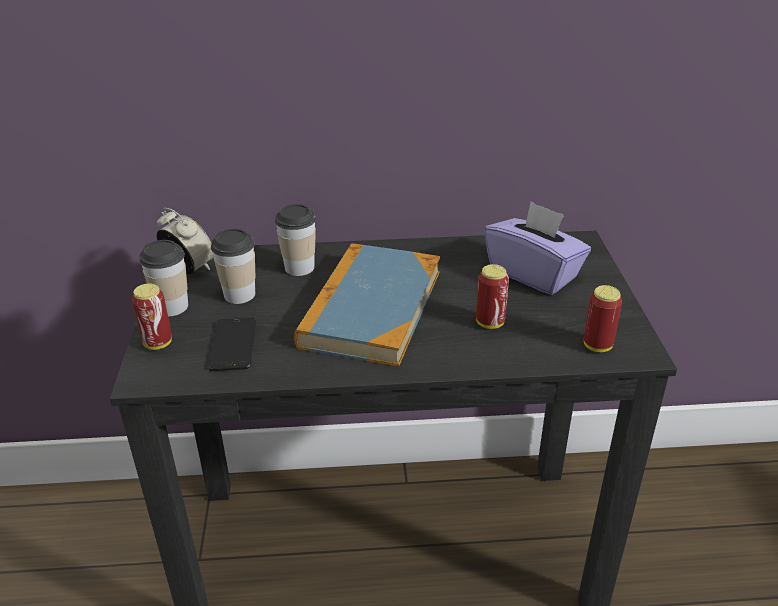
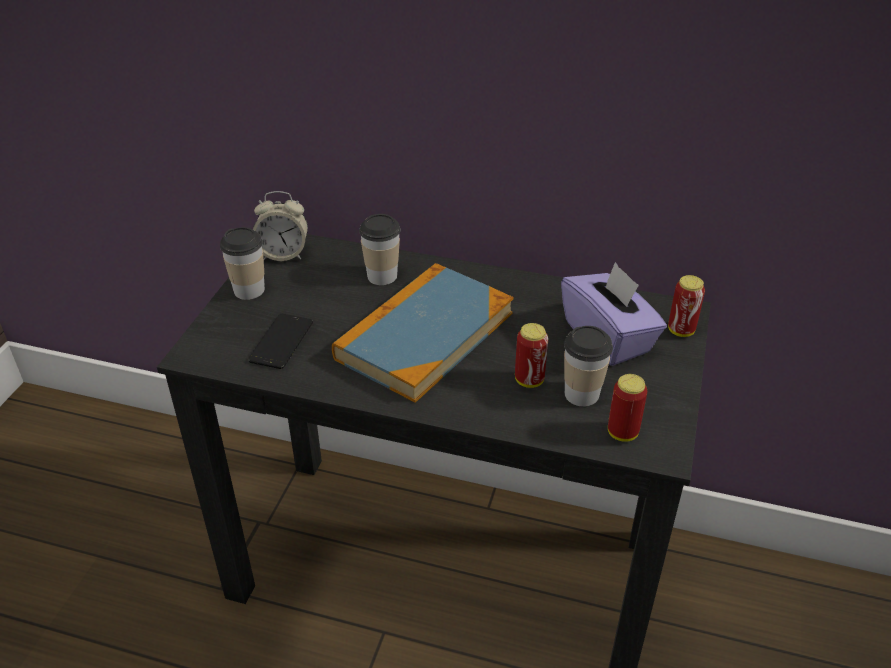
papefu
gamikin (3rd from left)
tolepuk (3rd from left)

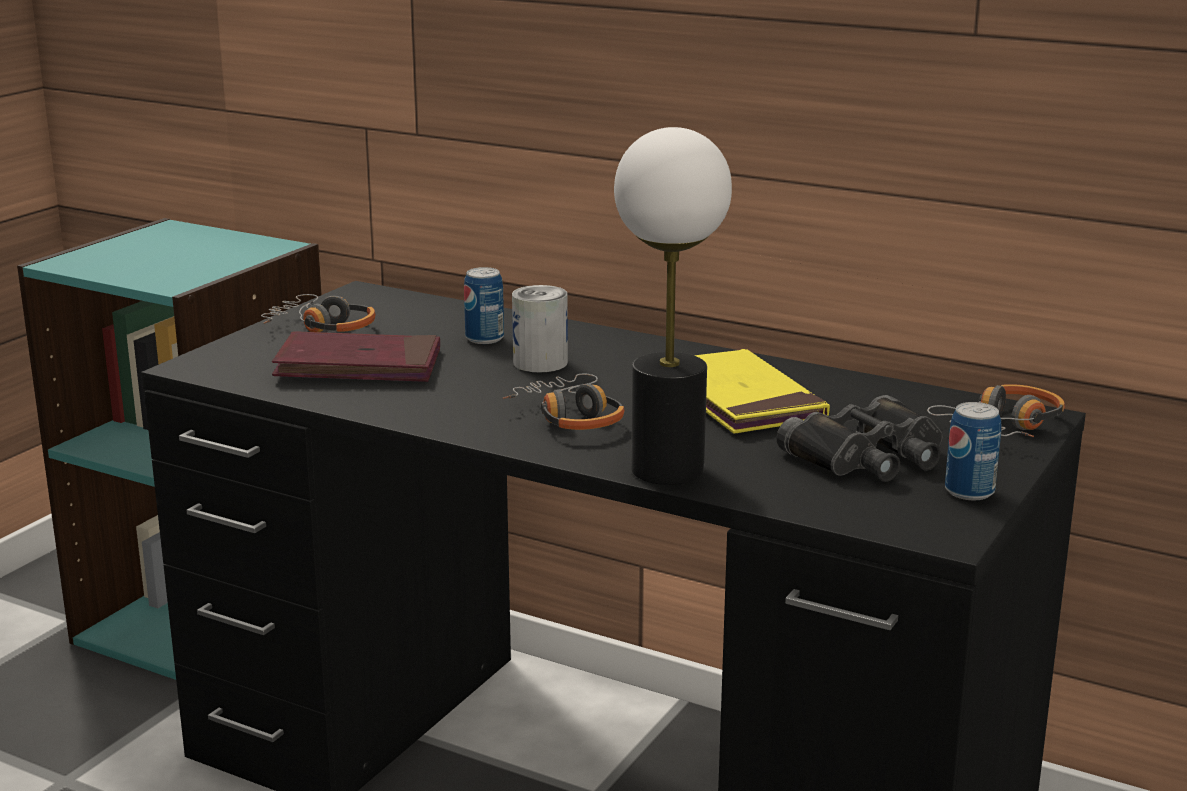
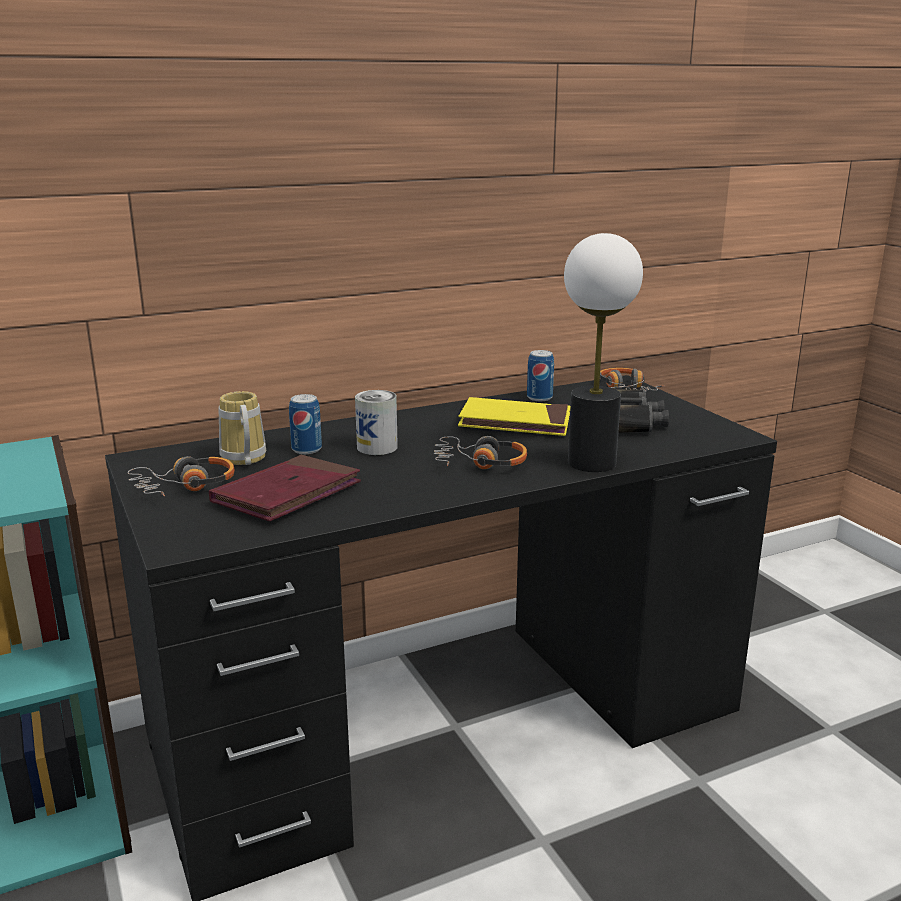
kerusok
tolepuk (3rd from left)

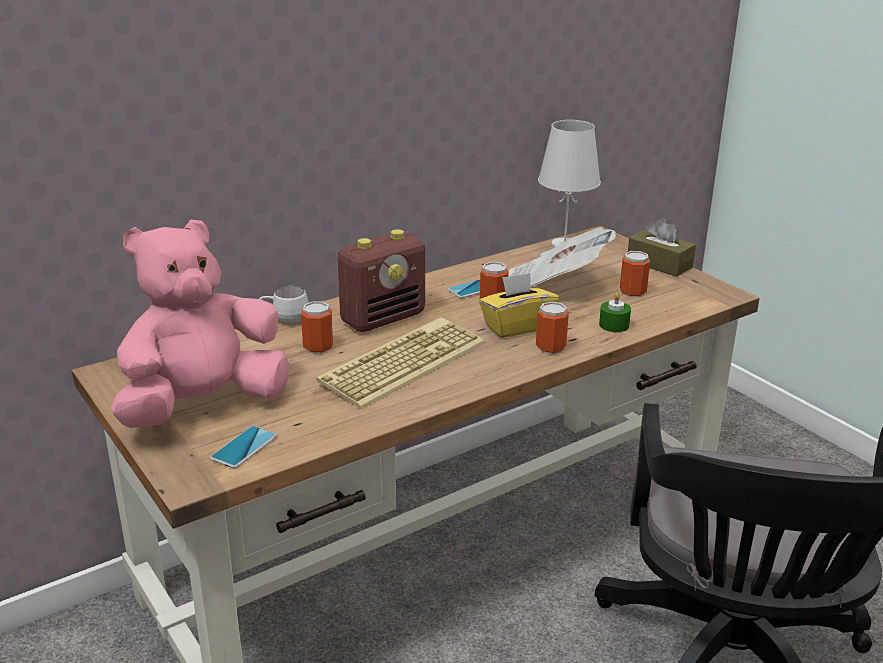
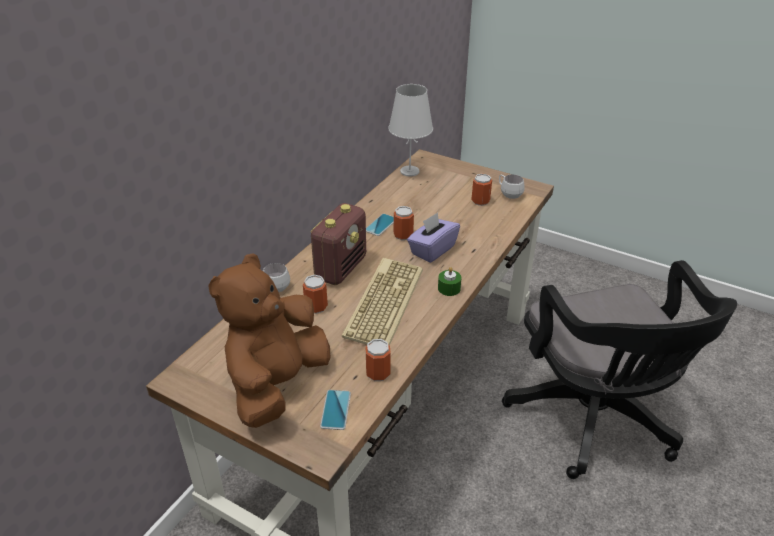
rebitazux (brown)
tolepuk (2nd from left)
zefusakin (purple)
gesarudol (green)
kerusok (white) (2nd from left)
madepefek
zefusakin (brown)

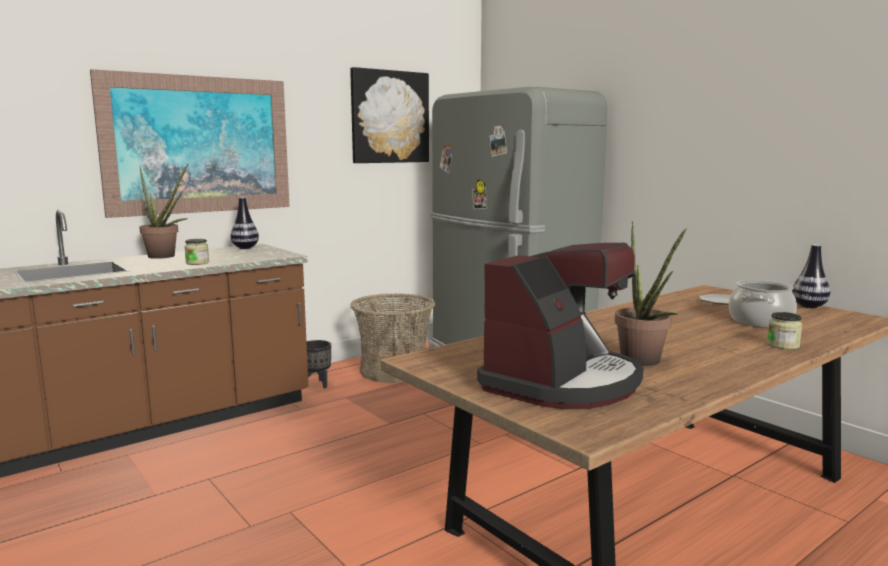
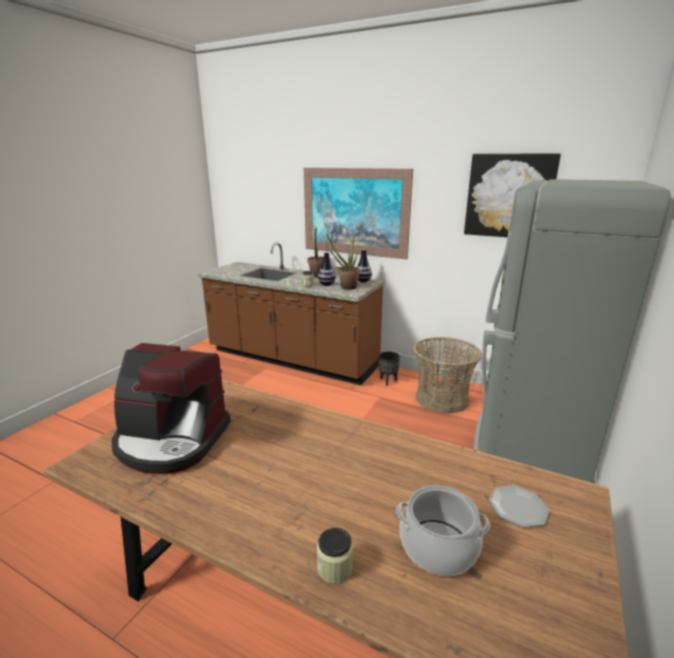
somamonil (1st from left)
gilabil (2nd from left)

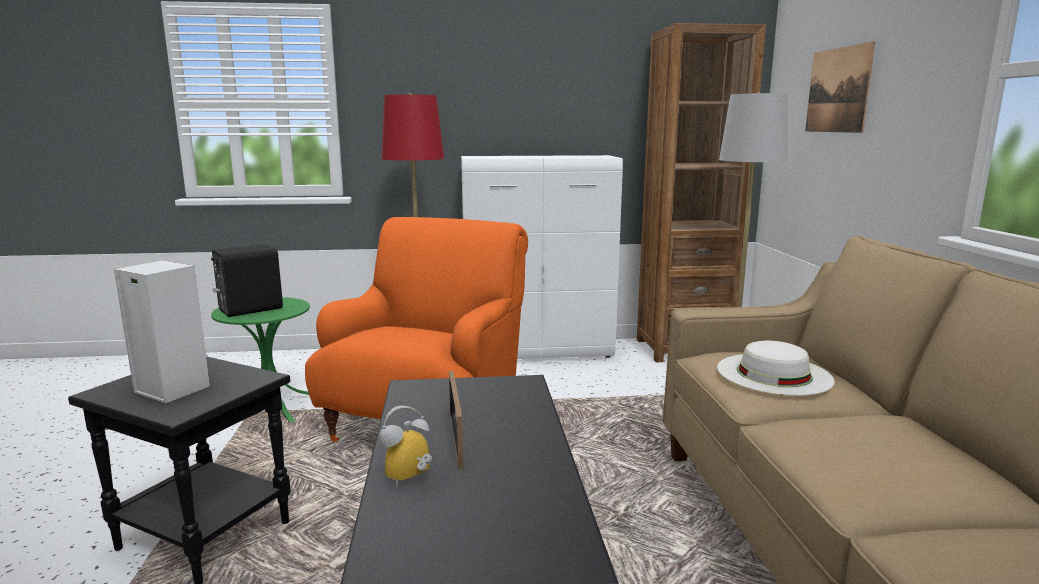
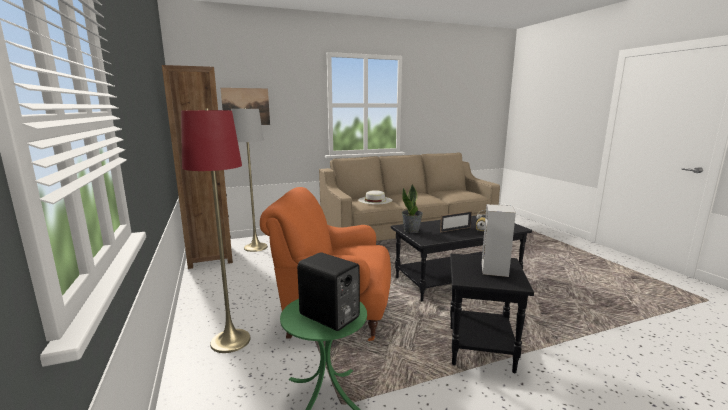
gilabil
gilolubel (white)

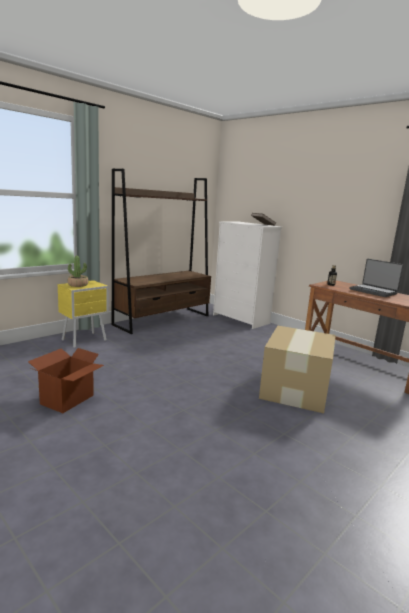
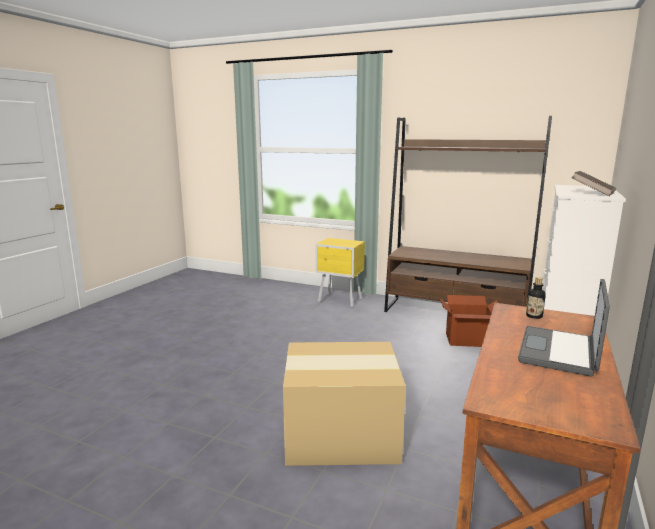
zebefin (2nd from left)
gilabil

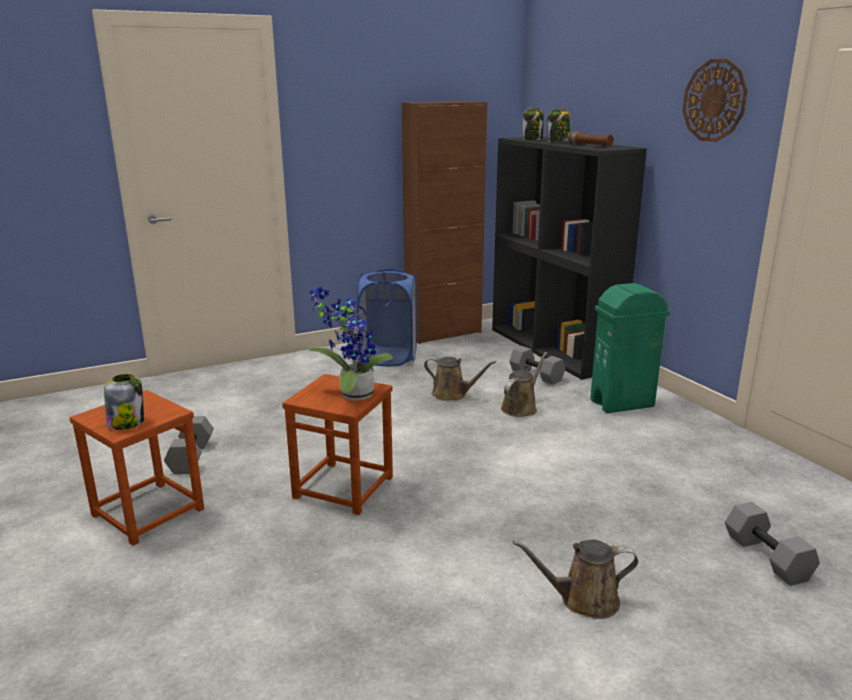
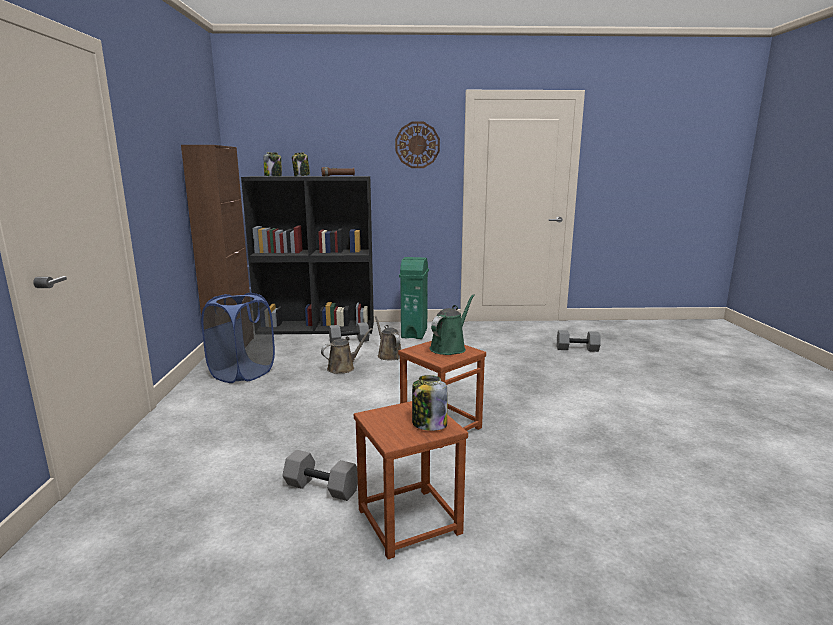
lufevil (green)
lufevil (brown) (3rd from left in the first image)

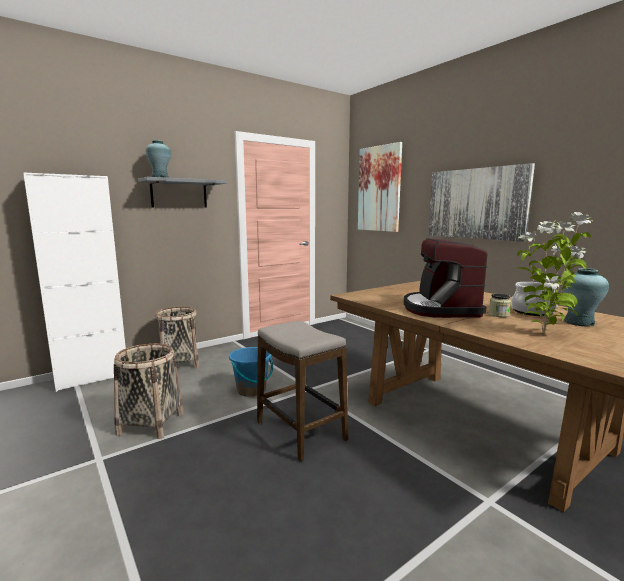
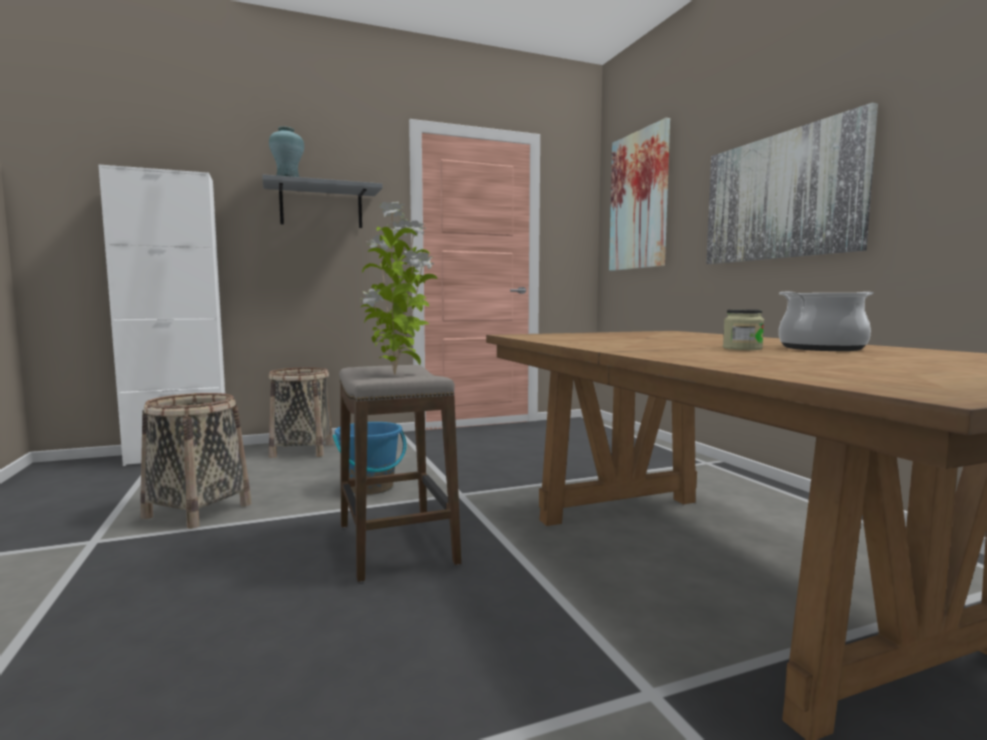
gilabil
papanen
somamonil (turquoise) (2nd from left in the first image)

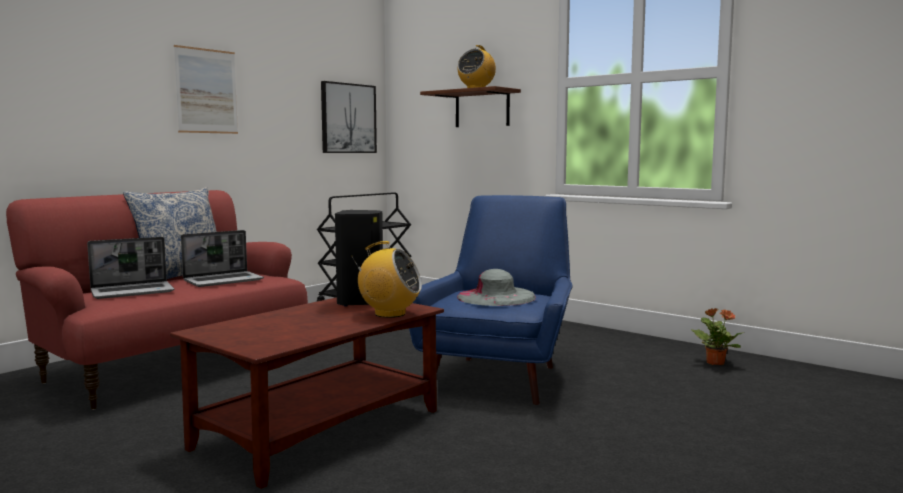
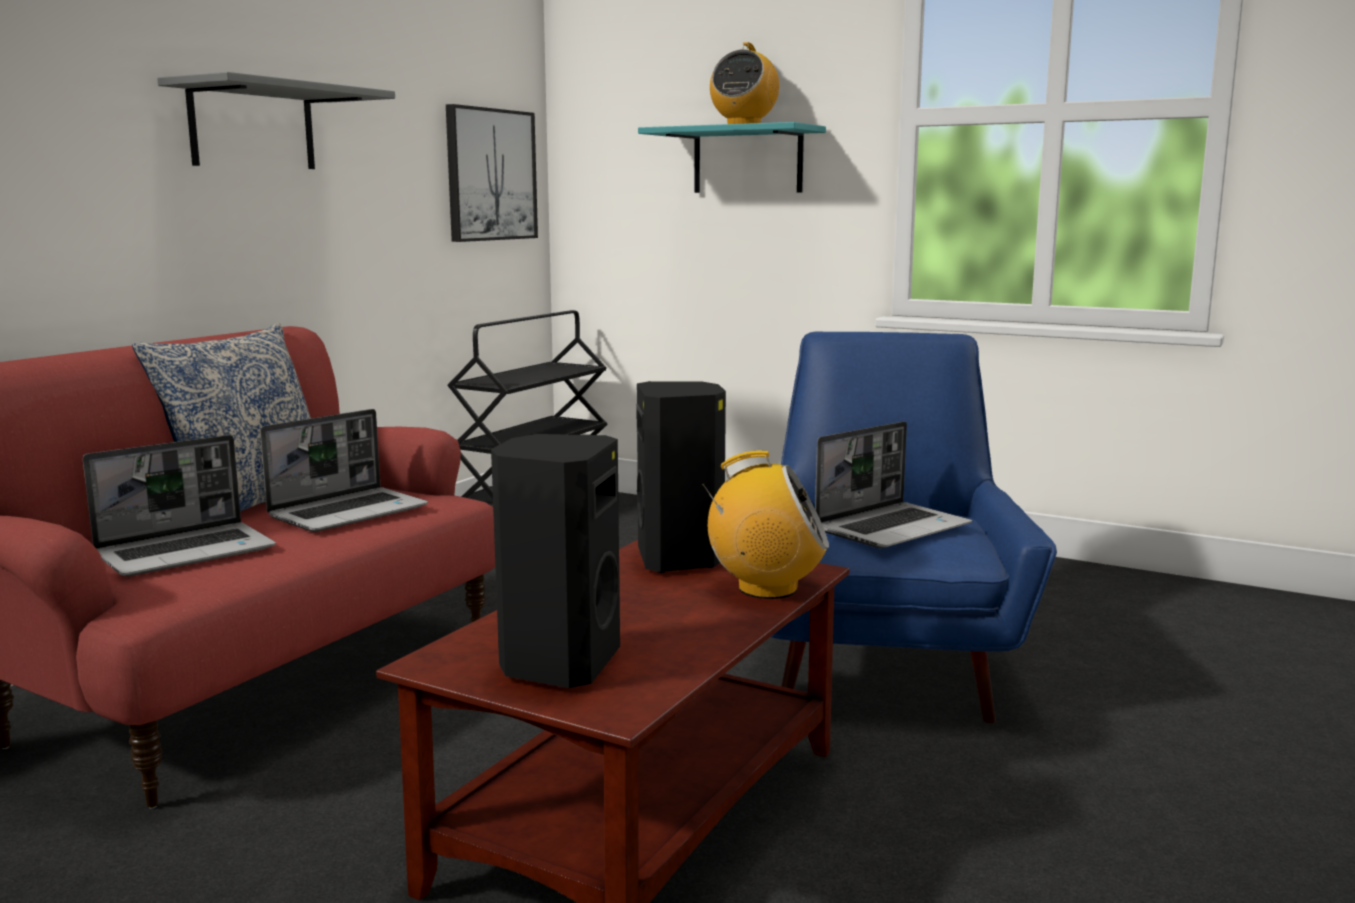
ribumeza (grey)
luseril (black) (1st from left)
ribumeza (turquoise)
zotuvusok (3rd from left)
gilabil

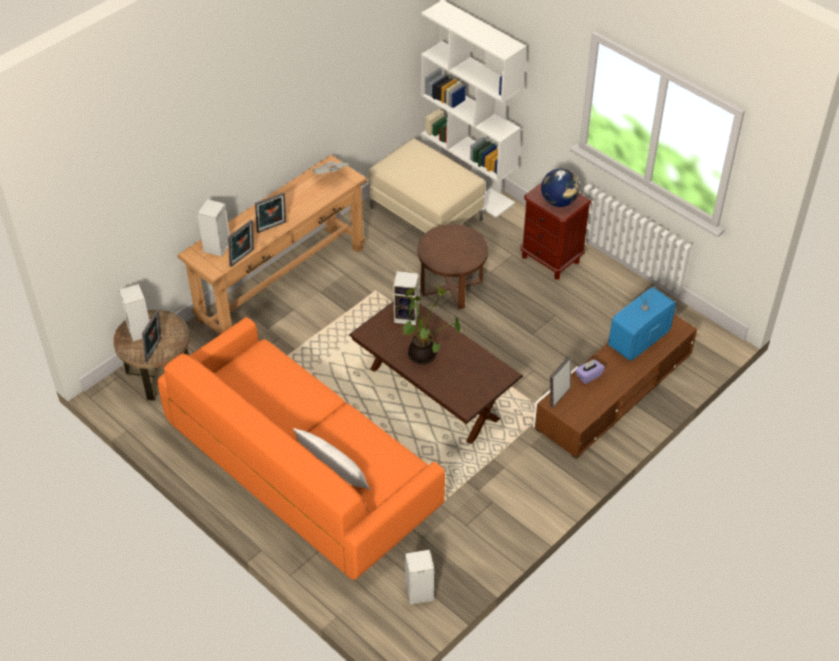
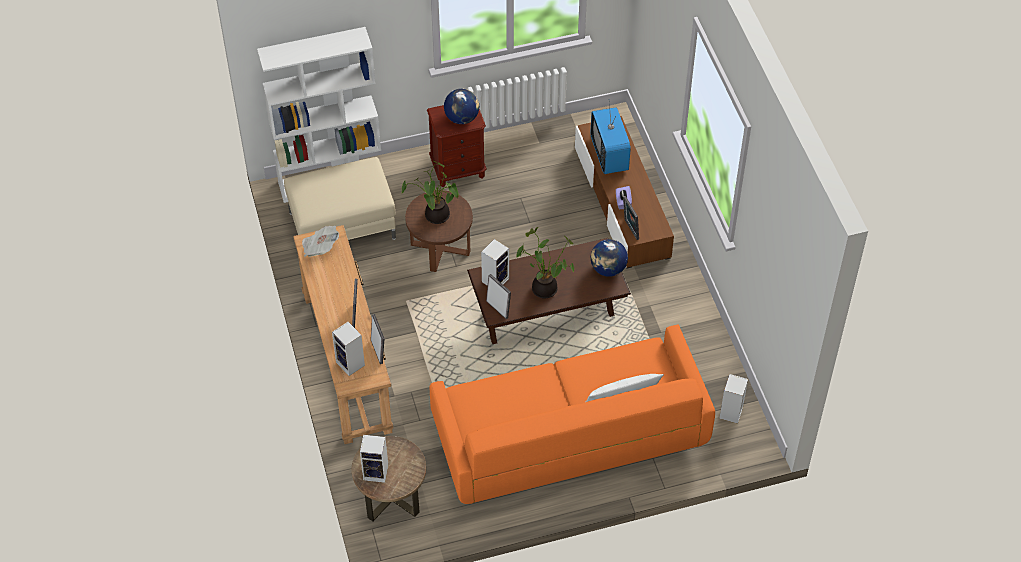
gilabil (1st from left)
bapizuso (3rd from left)
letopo (2nd from left)

